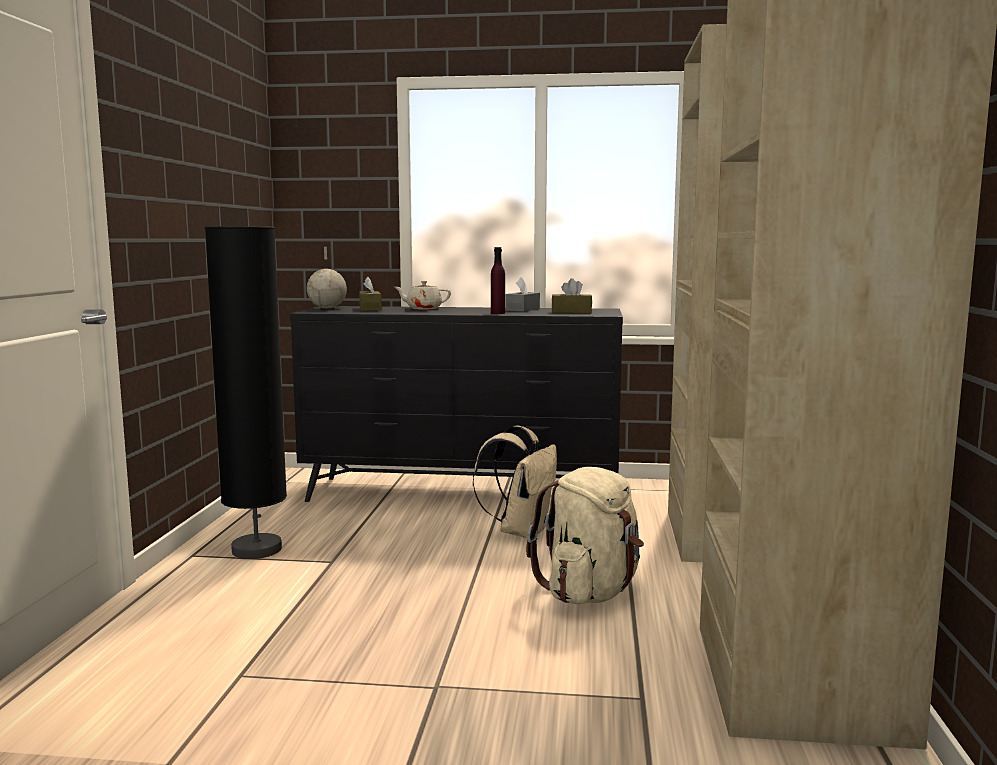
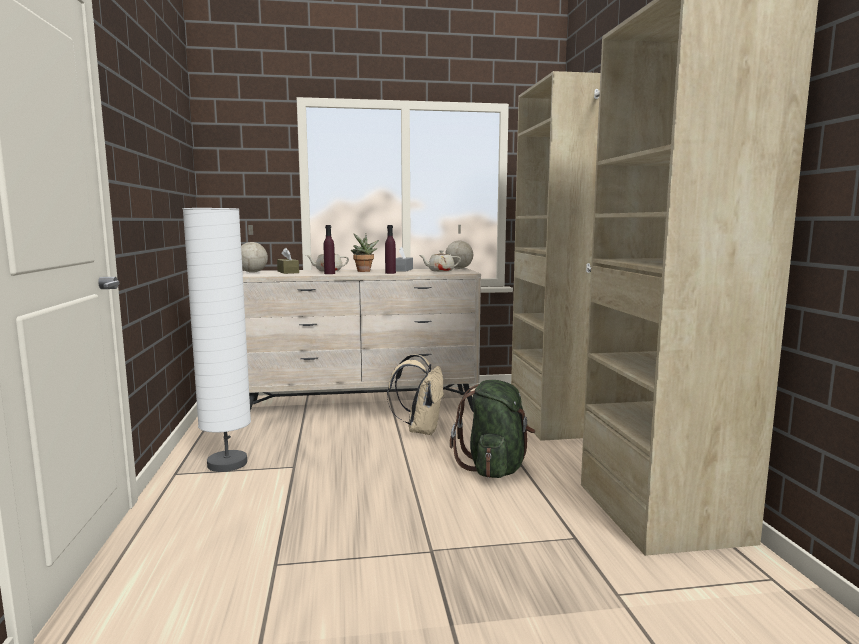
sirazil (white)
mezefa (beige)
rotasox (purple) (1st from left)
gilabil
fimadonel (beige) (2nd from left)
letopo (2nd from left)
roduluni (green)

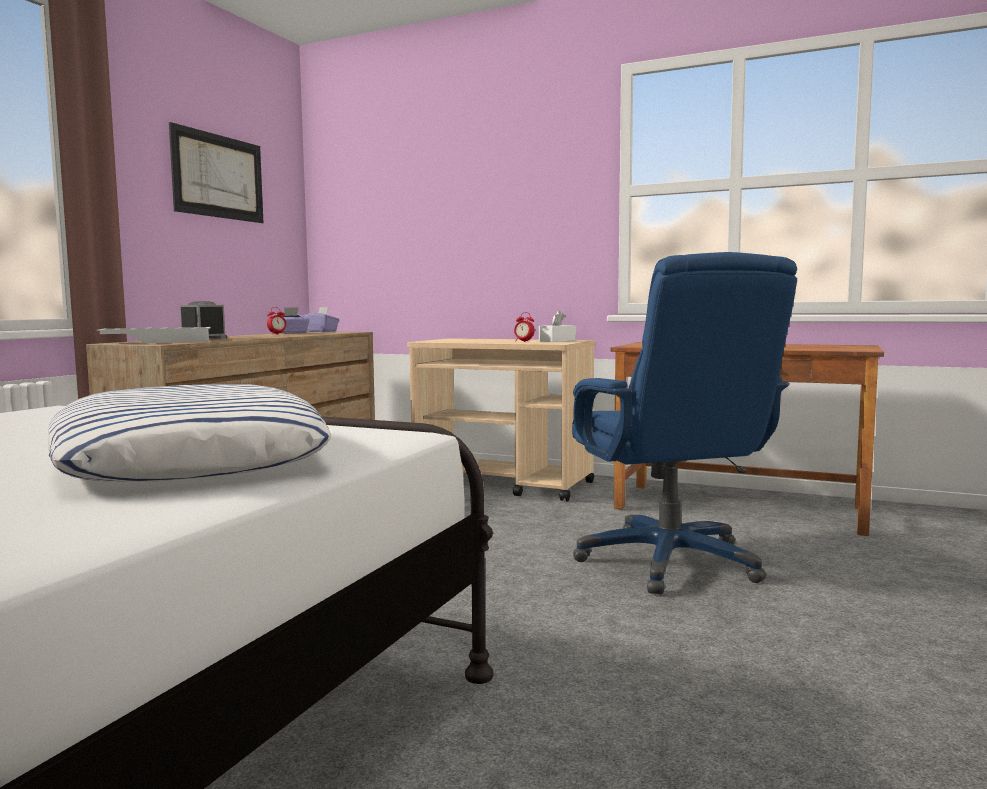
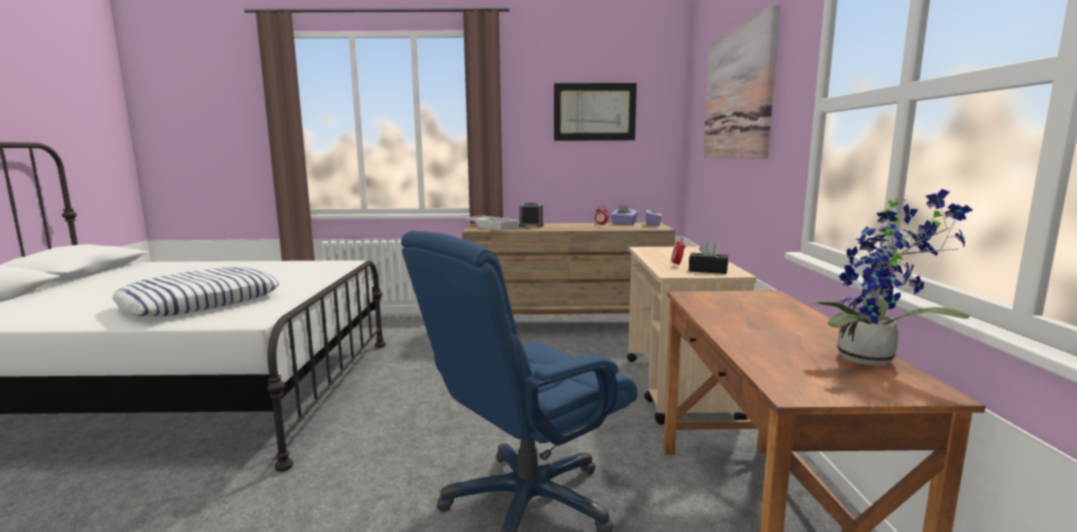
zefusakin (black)
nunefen (2nd from left)
gilabil

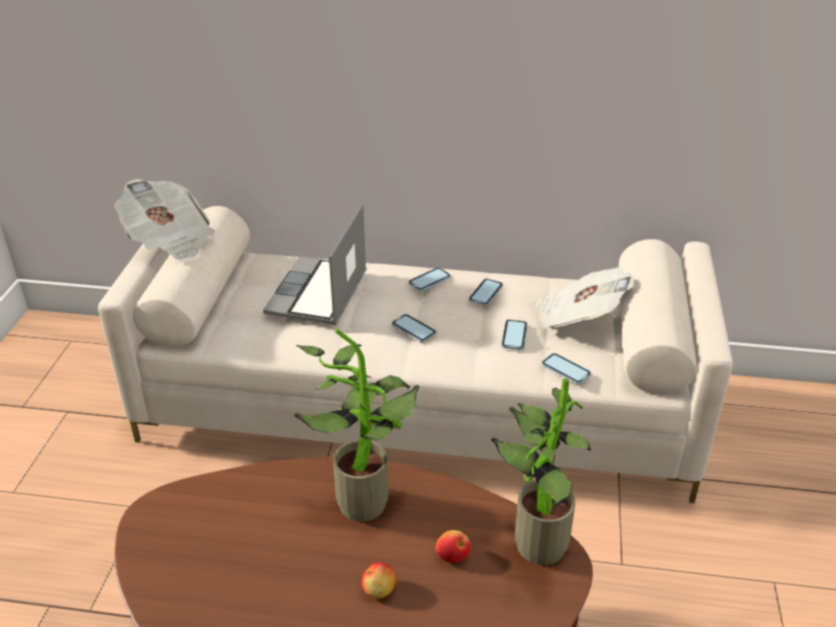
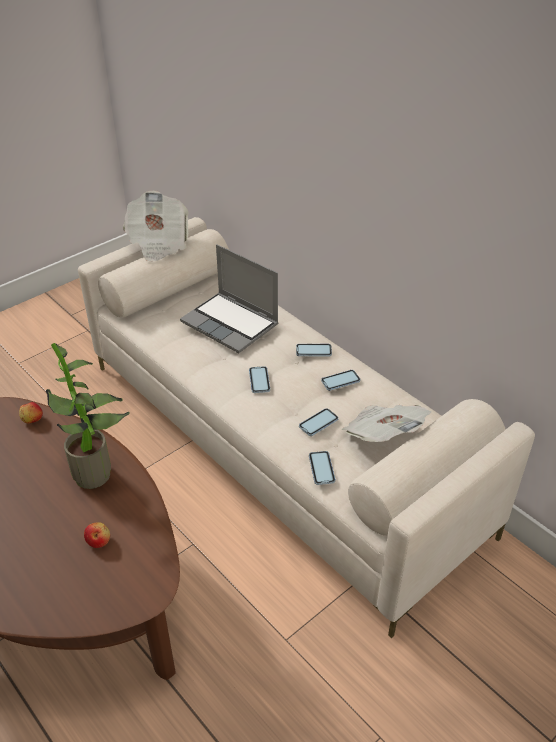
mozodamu (1st from left)
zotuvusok
gilabil (2nd from left in the first image)

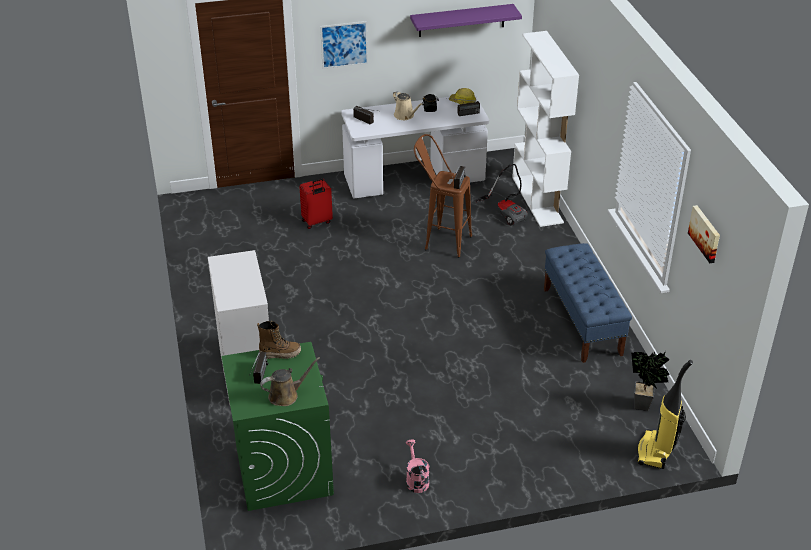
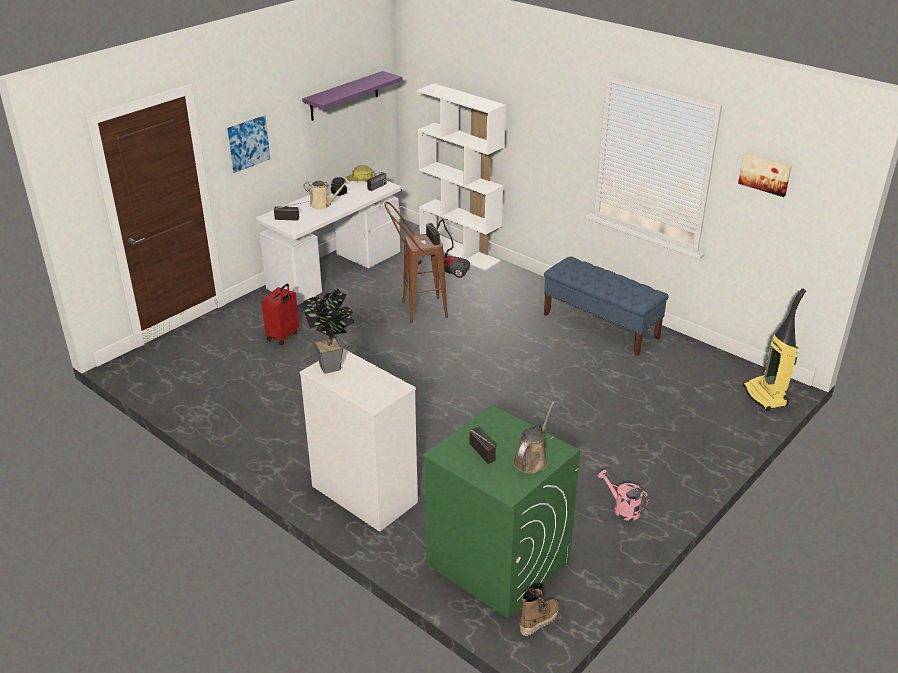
gilabil
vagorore

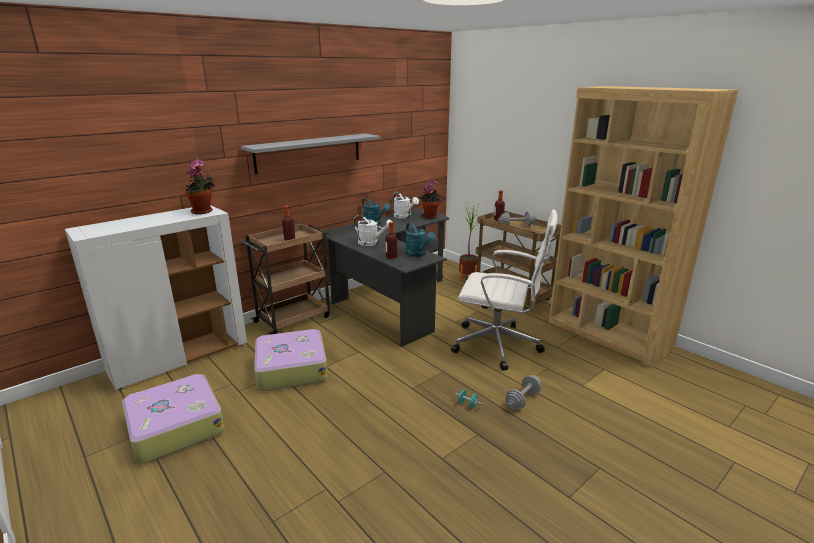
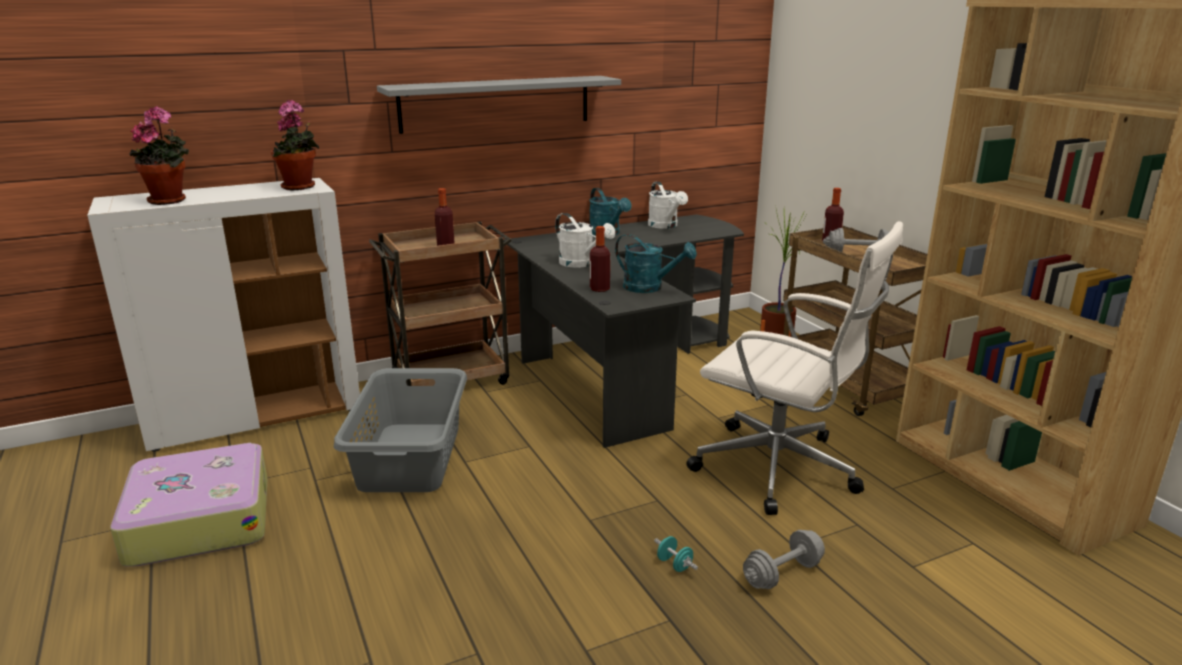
gilabil (1st from left)
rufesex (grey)
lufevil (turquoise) (2nd from left)

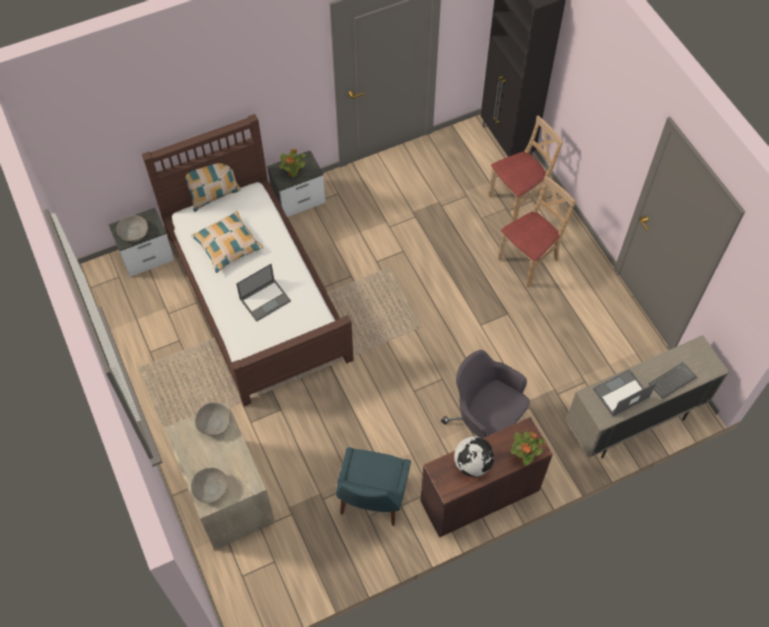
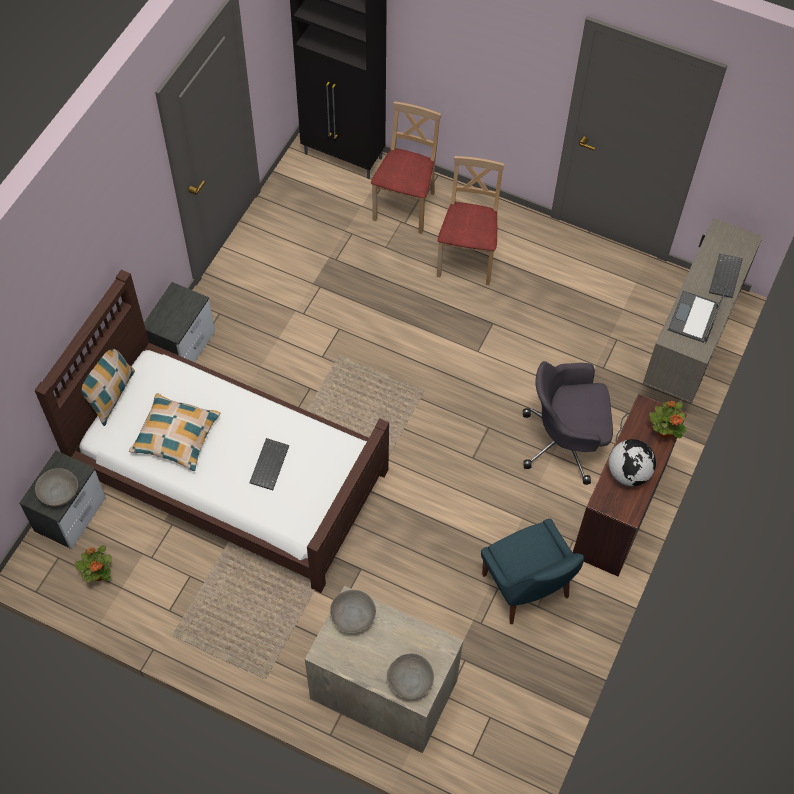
gilabil (1st from left)
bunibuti (1st from left)

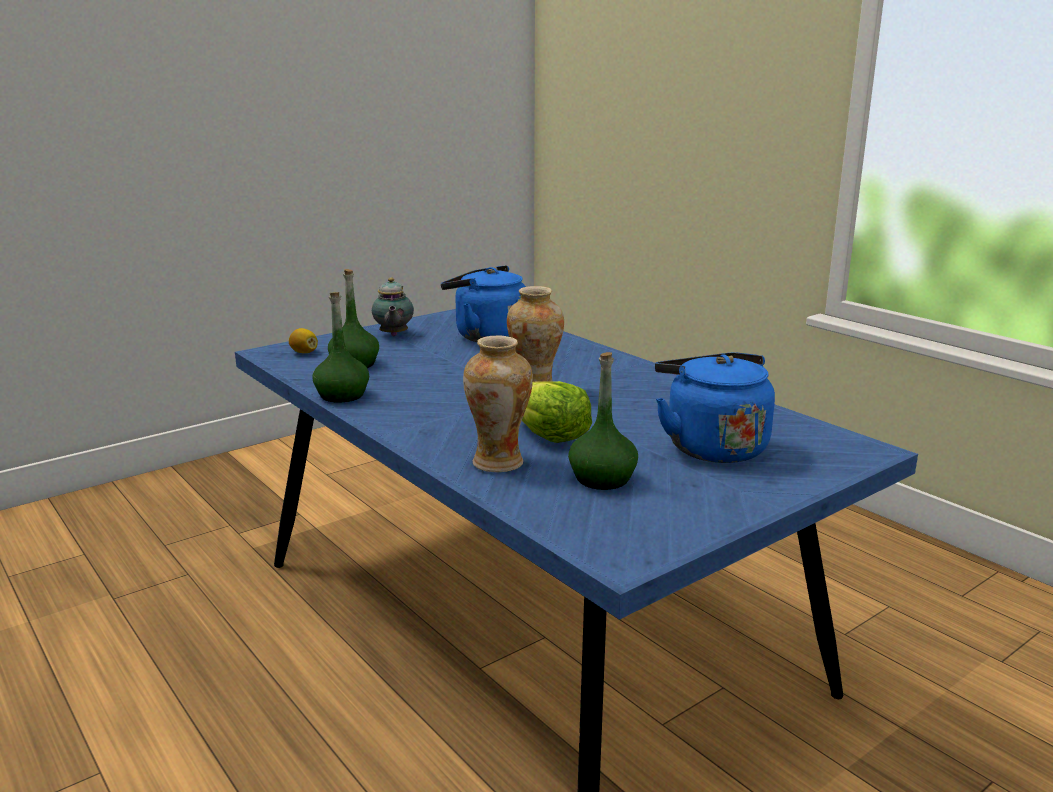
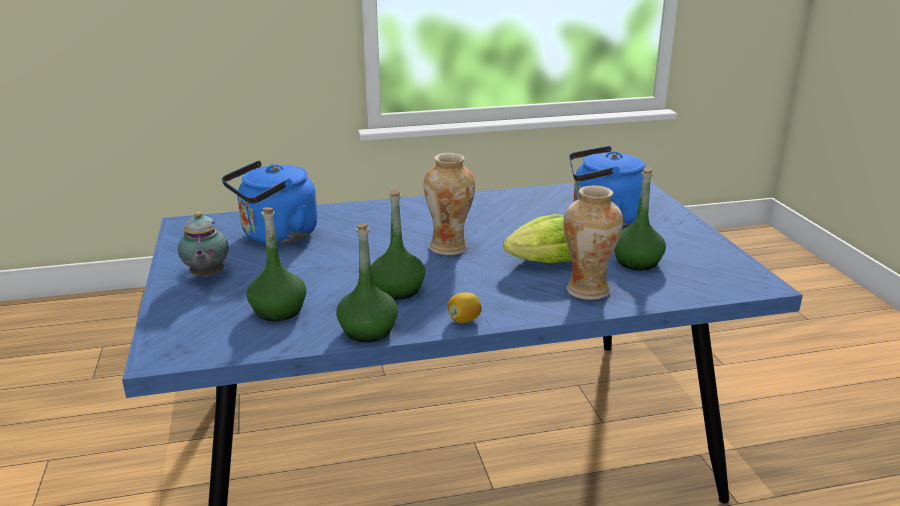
fimadonel
rotasox (green) (3rd from left)
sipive

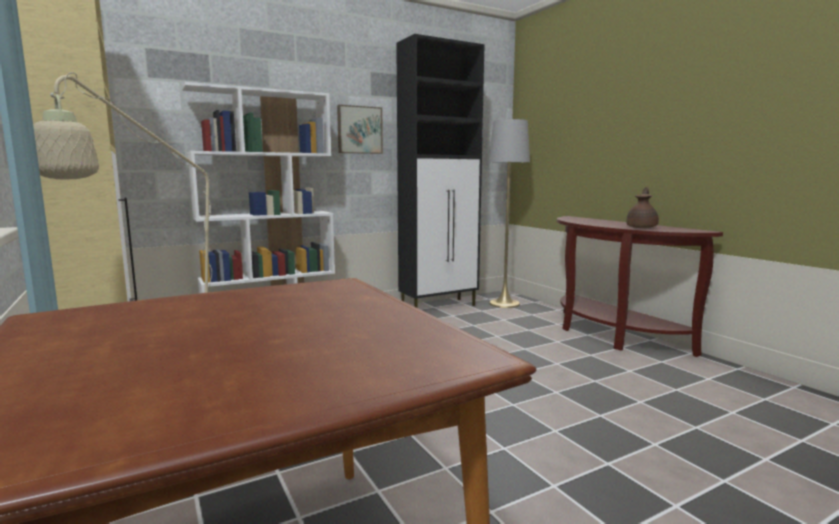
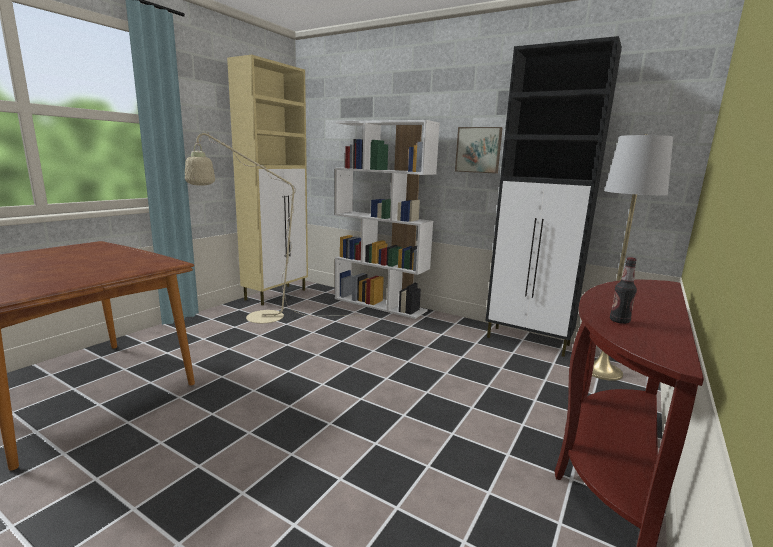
rotasox

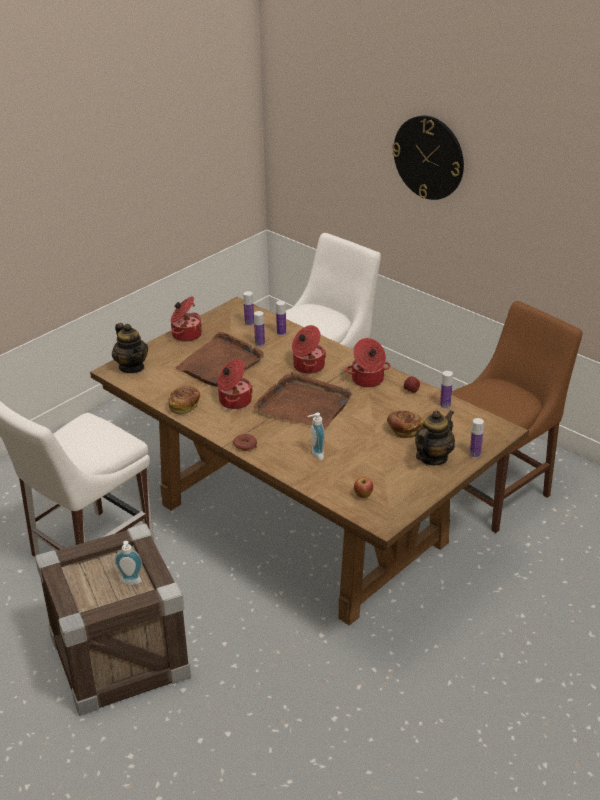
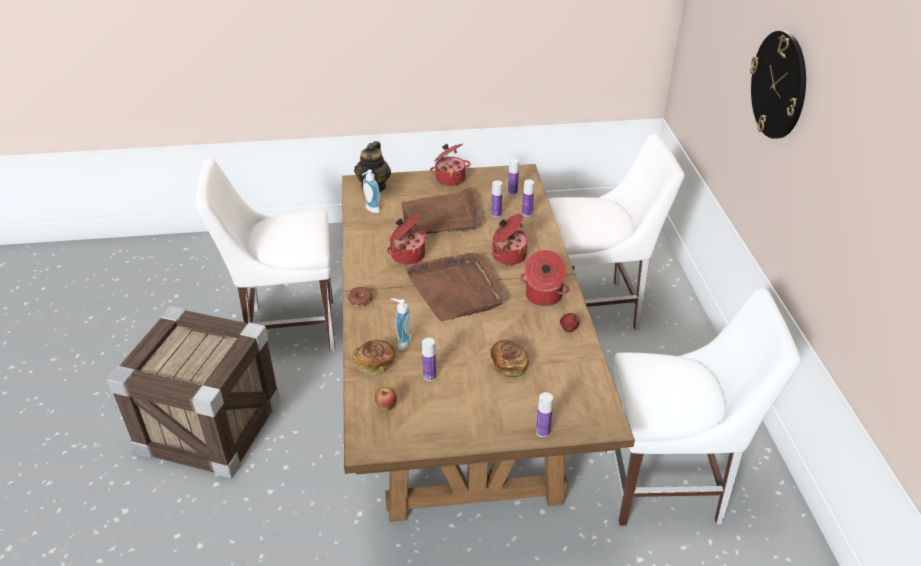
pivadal (1st from left)
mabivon (1st from left)
rotasox (1st from left)
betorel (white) (3rd from left)
fimadonel (2nd from left in the first image)

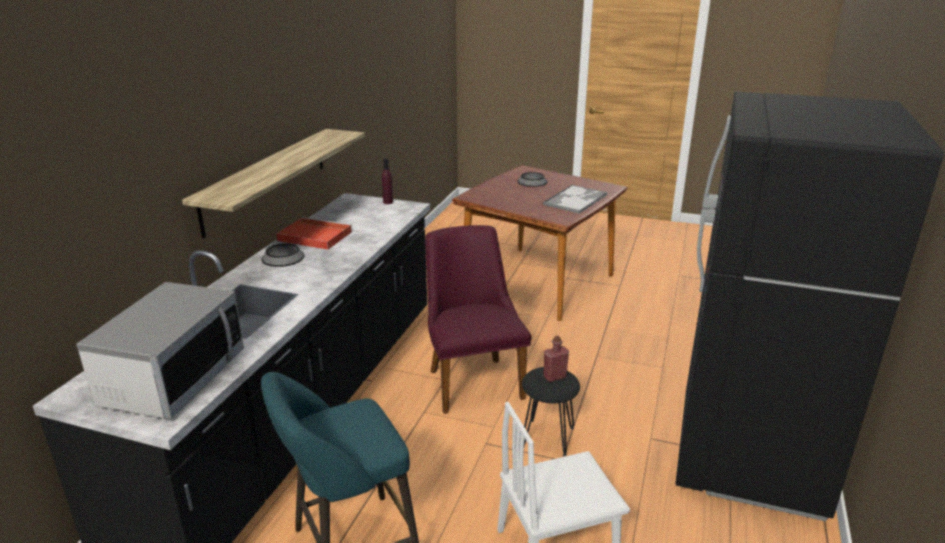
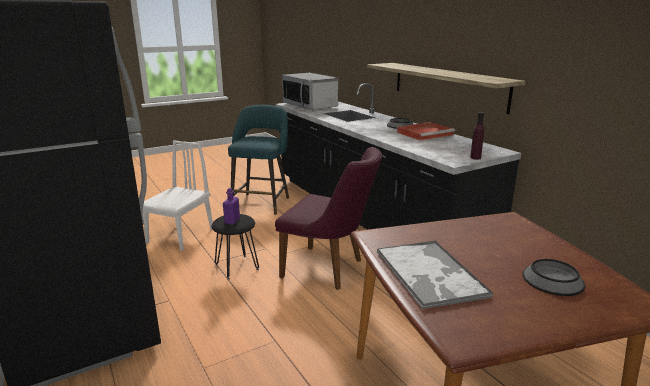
rotasox (purple) (1st from left)

